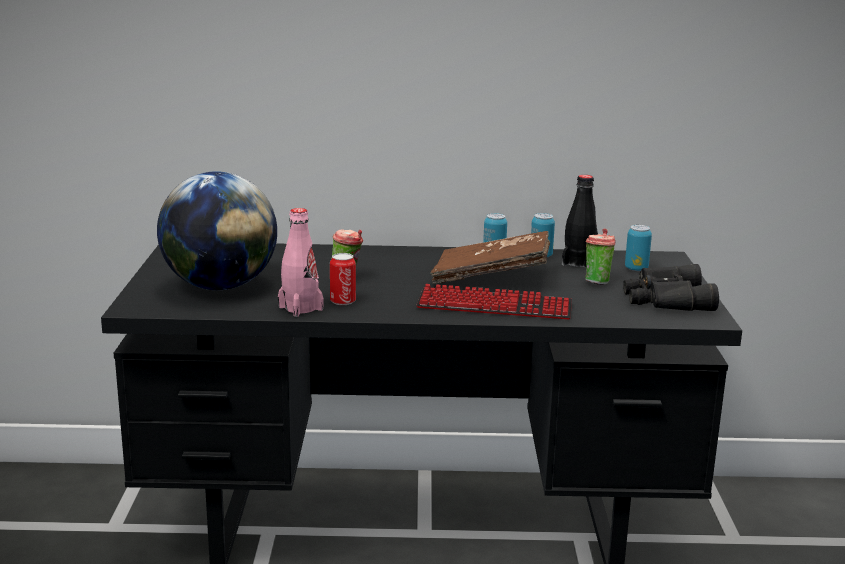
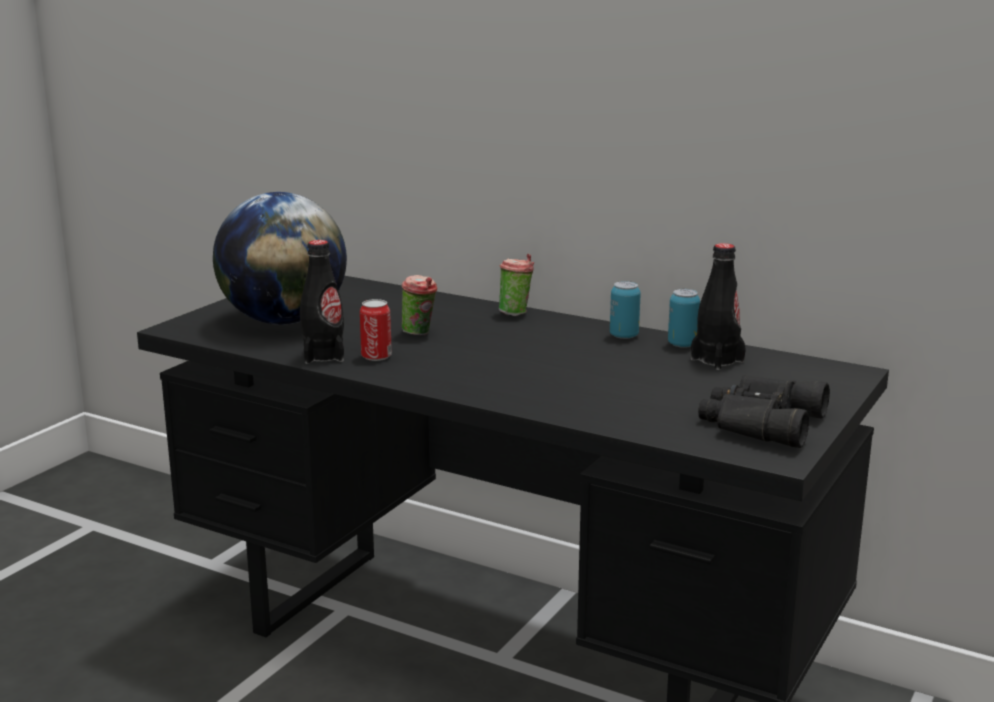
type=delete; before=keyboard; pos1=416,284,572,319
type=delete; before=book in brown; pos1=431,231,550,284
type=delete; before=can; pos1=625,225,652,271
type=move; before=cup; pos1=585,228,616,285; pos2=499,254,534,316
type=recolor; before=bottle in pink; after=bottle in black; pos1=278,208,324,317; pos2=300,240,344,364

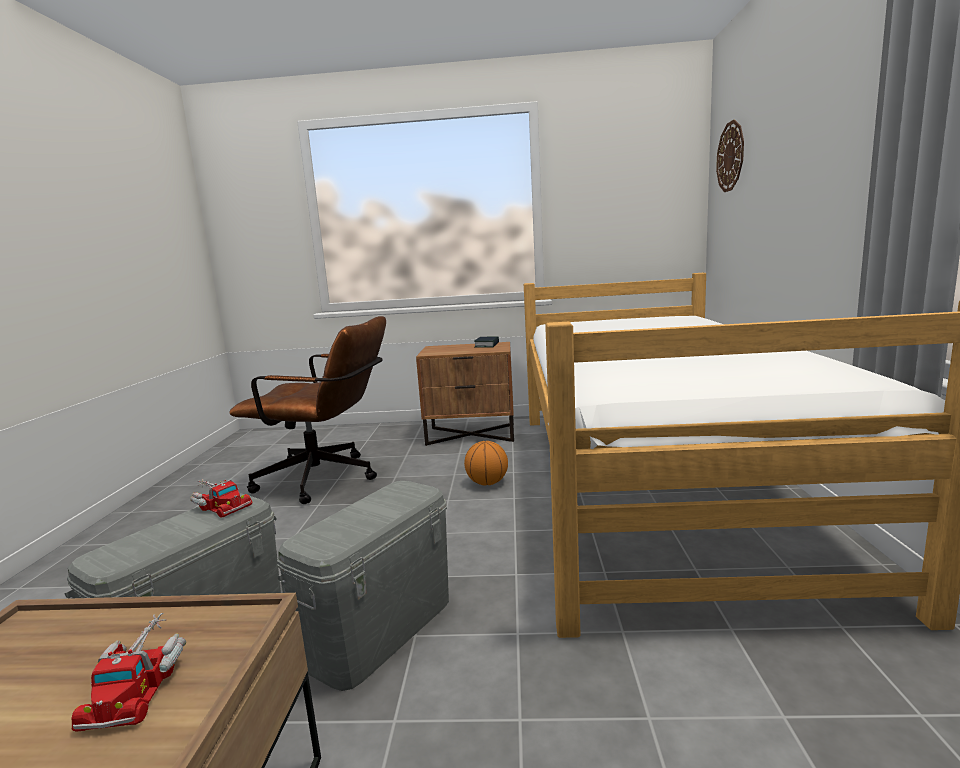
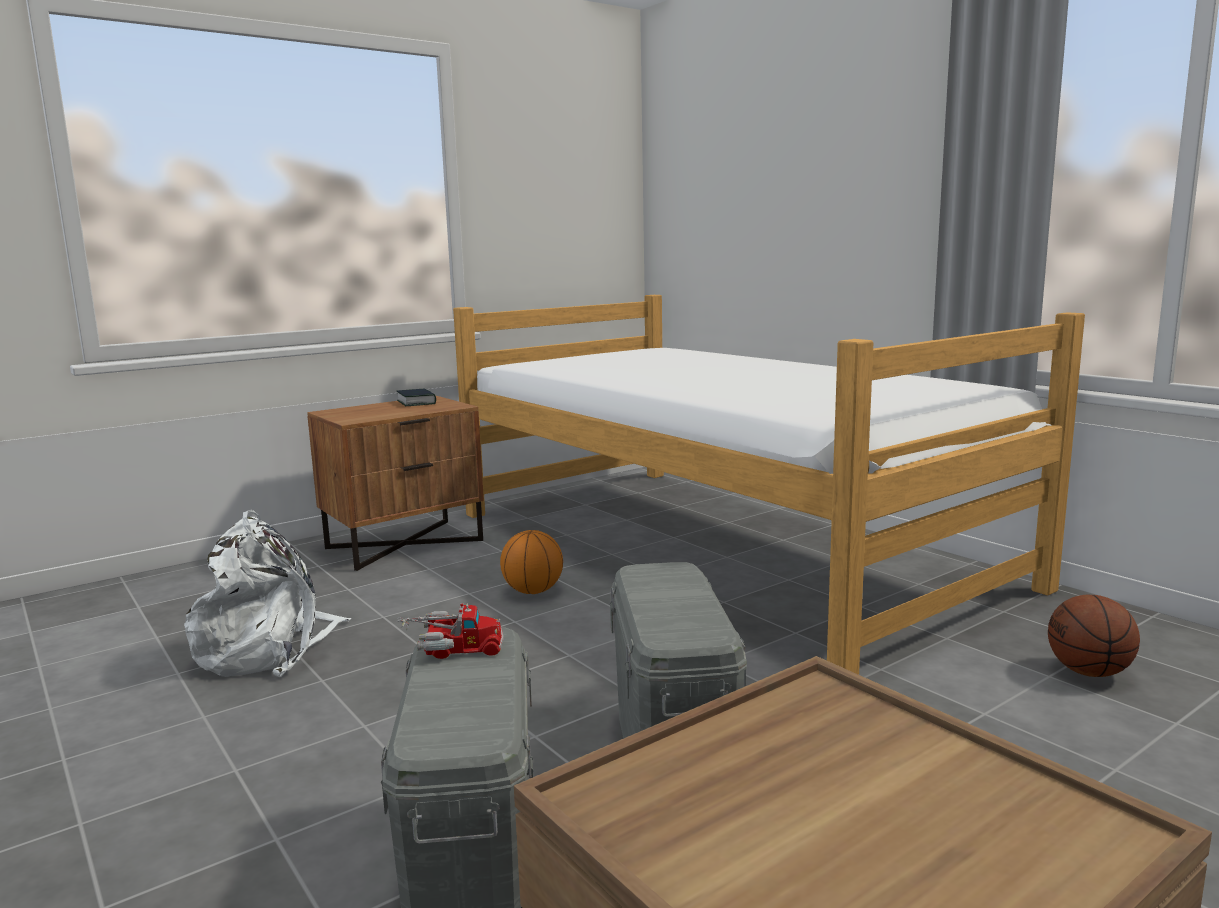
type=delete; before=toy truck; pos1=71,613,186,732
type=delete; before=wall clock; pos1=716,119,744,192
type=insert; after=basketball; pos2=1048,595,1140,677
type=replace; before=office chair in brown; after=backpack in white; pos1=229,316,386,504; pos2=184,510,352,677

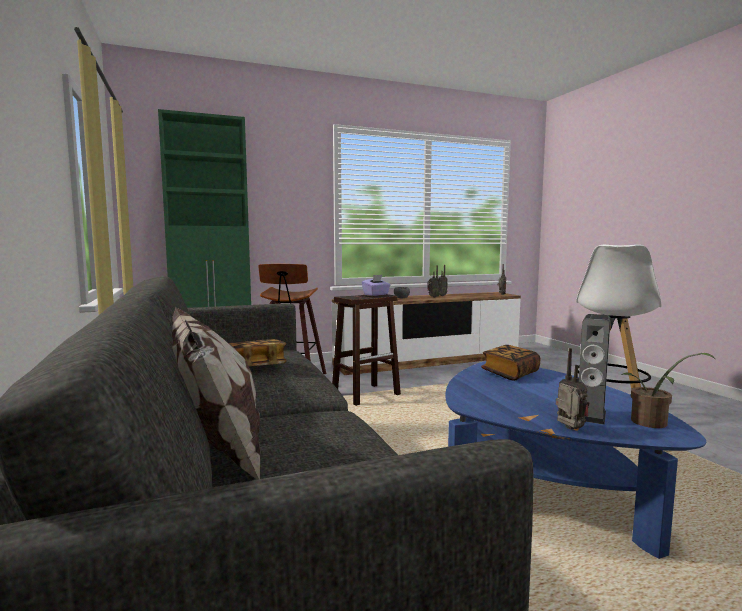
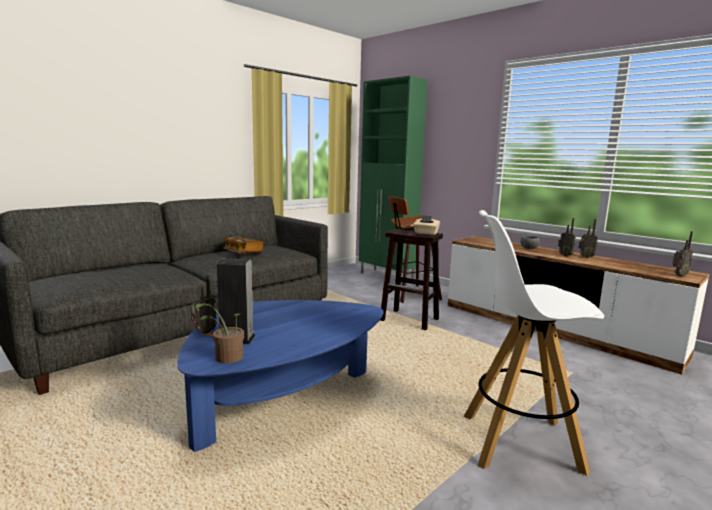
type=delete; before=pillow; pos1=172,307,260,480
type=delete; before=book; pos1=481,345,540,381
type=recolor; before=tissue box in purple; after=tissue box in beige; pos1=362,275,391,296; pos2=413,215,440,235

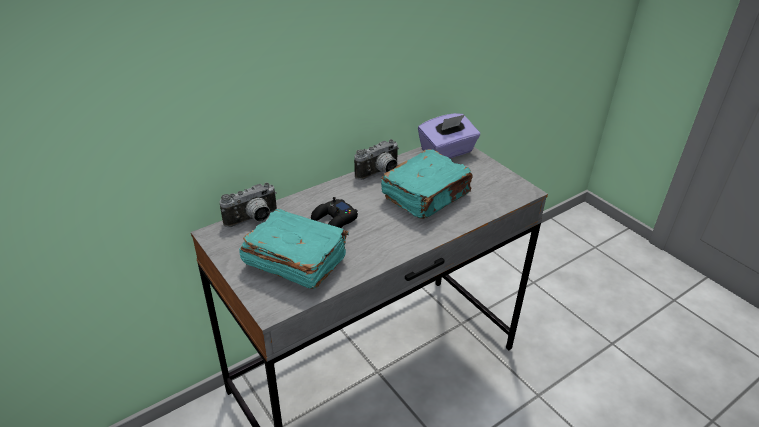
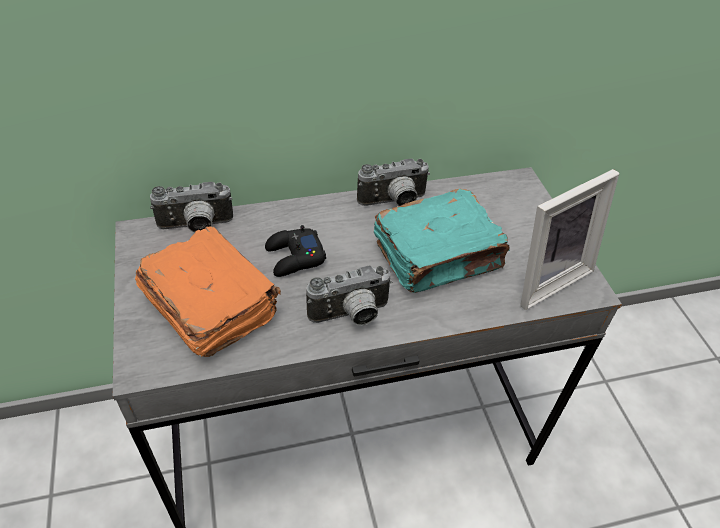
type=delete; before=tissue box in purple; pos1=418,113,480,159
type=insert; after=photo camera; pos2=306,265,393,326
type=insert; after=picture frame; pos2=520,169,619,310
type=recolor; before=book in turquoise; after=book in orange; pos1=239,209,349,289; pos2=135,227,281,357

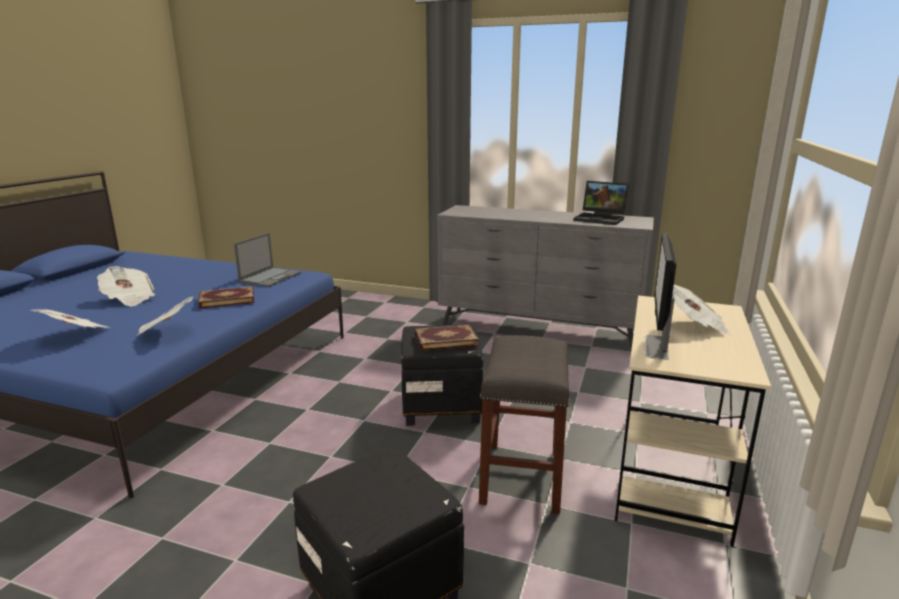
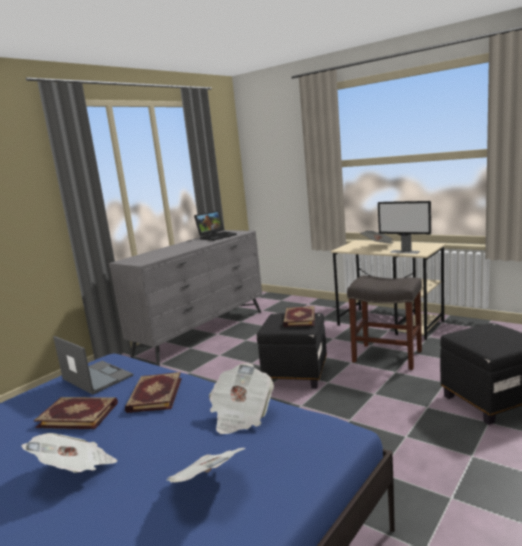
type=insert; after=book; pos2=34,397,118,429

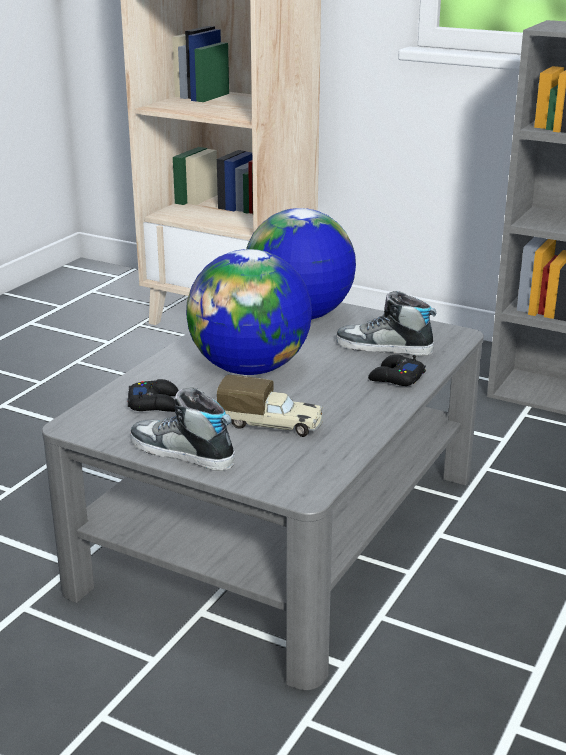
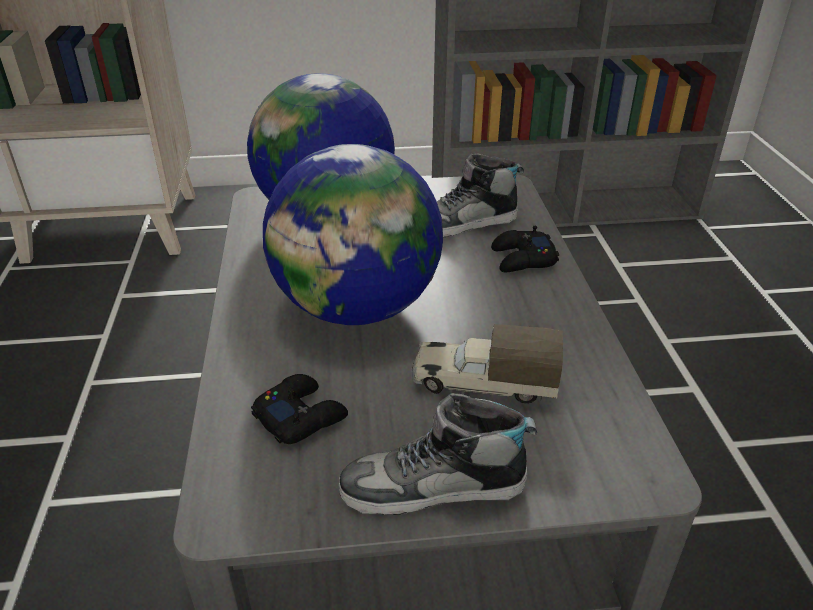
type=rotate; before=toy truck; pos1=217,375,323,437; pos2=411,324,563,404; turn=-150

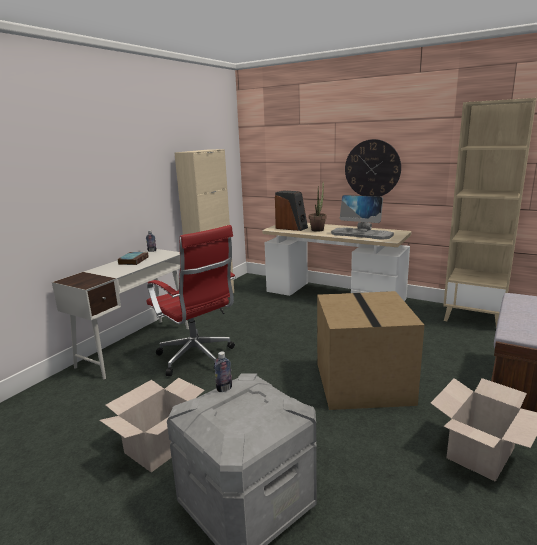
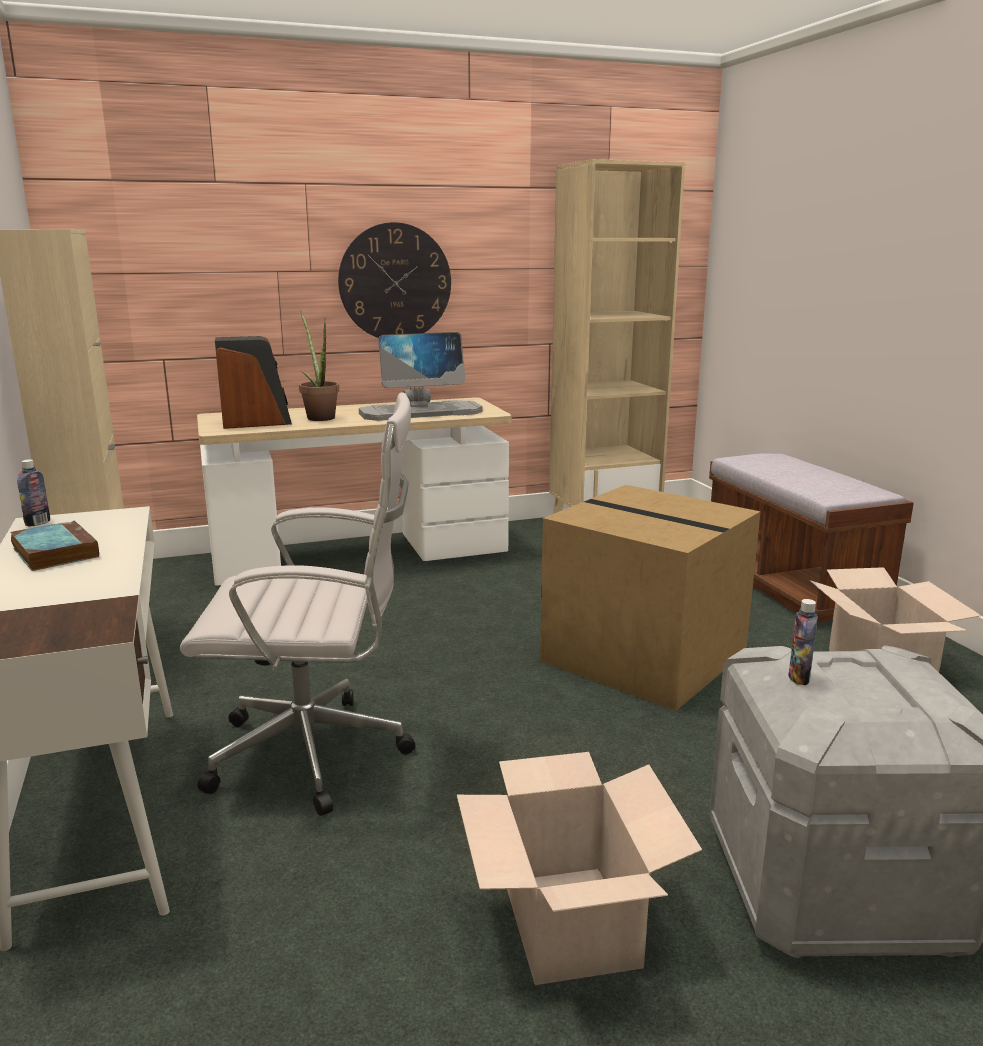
type=recolor; before=office chair in red; after=office chair in white; pos1=146,225,236,376; pos2=180,392,415,816

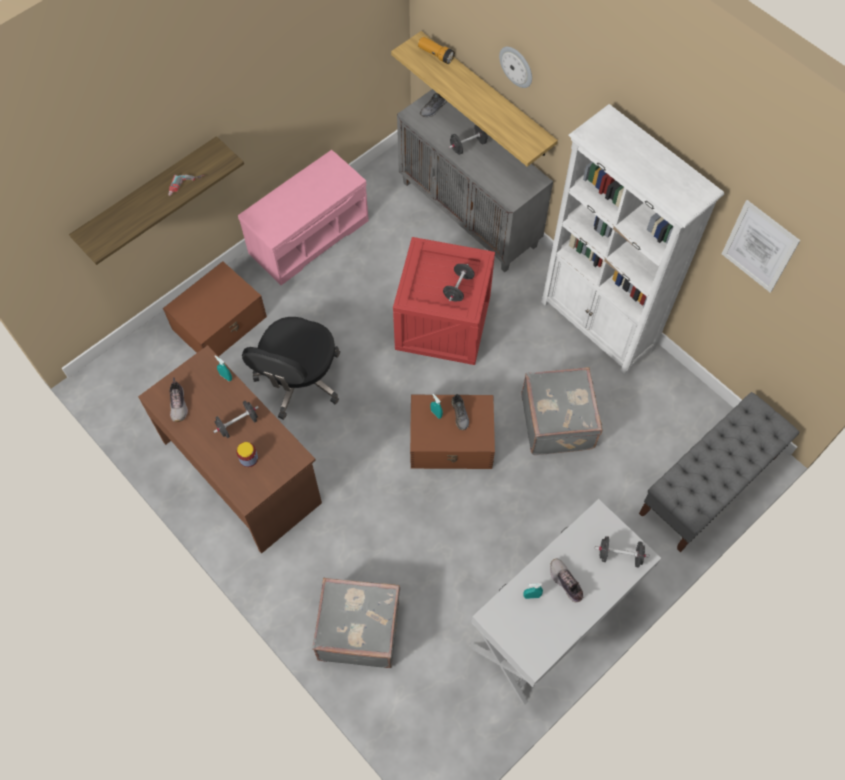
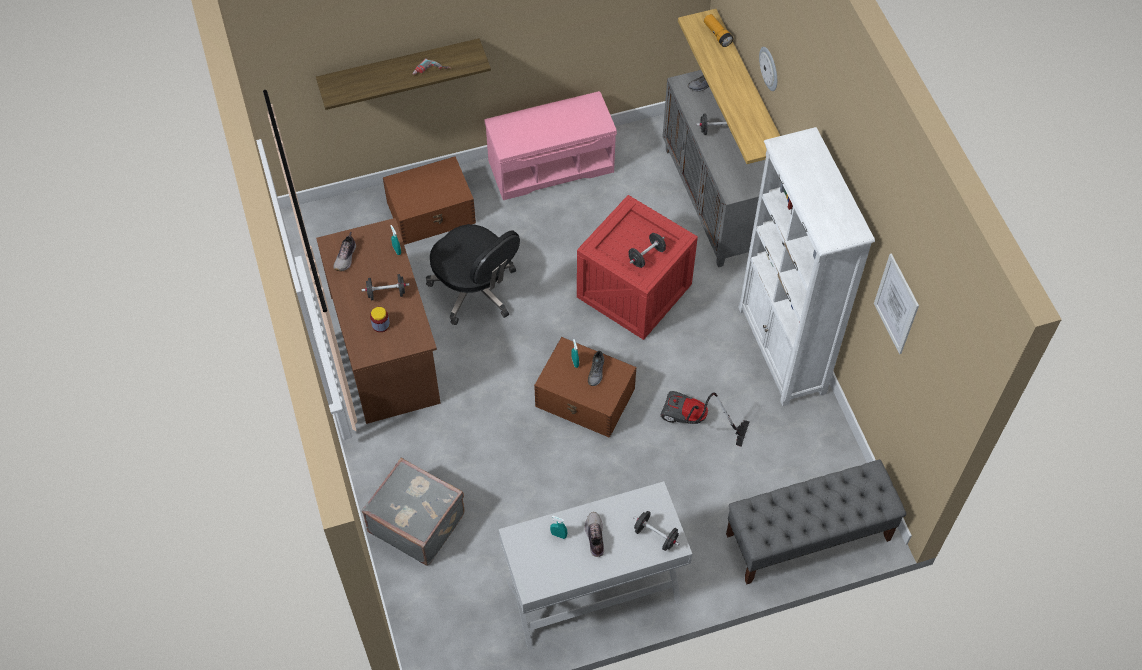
type=replace; before=suitcase in grey; after=vacuum cleaner; pos1=521,367,602,455; pos2=661,391,750,447
type=rotate; before=office chair in black; pos1=242,317,340,420; pos2=426,224,520,325; turn=-90

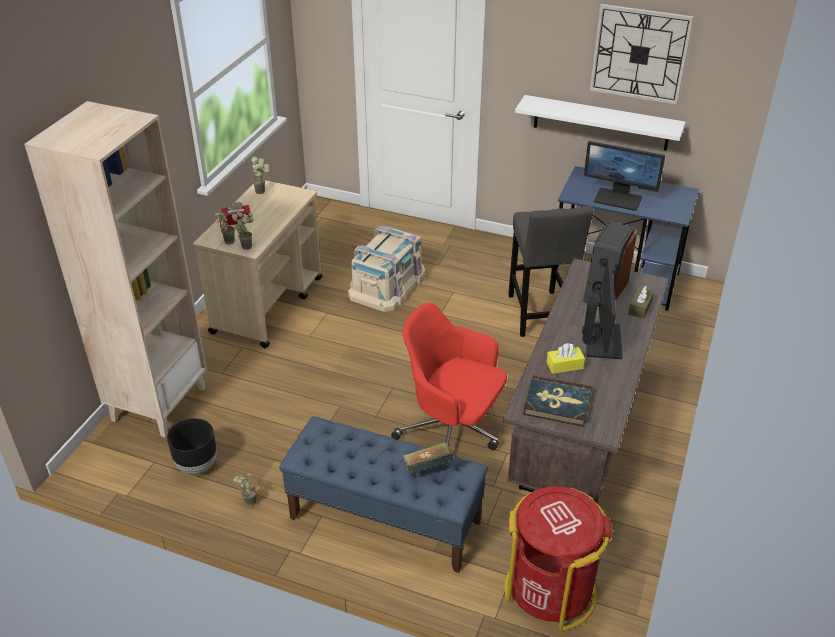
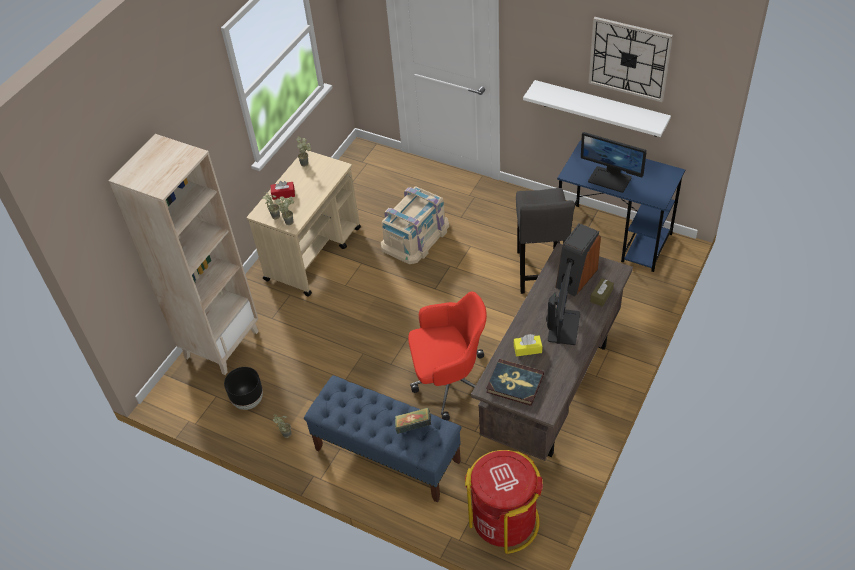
type=rotate; before=office chair in red; pos1=391,303,507,450; pos2=408,292,487,421; turn=135

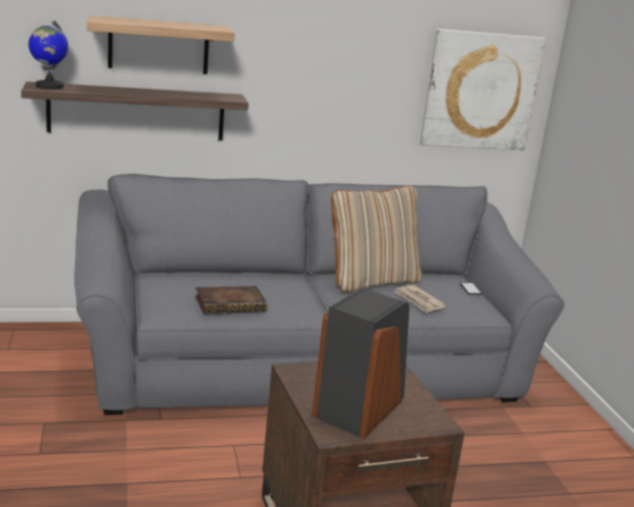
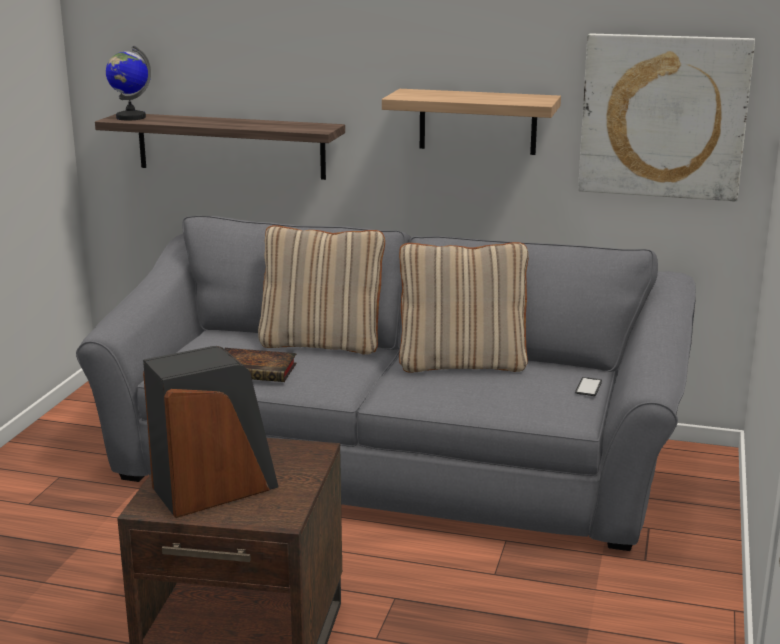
type=delete; before=newspaper; pos1=394,285,446,313
type=insert; after=pillow in beige; pos2=258,225,385,355
type=move; before=shelf; pos1=87,15,235,74; pos2=382,89,561,155

